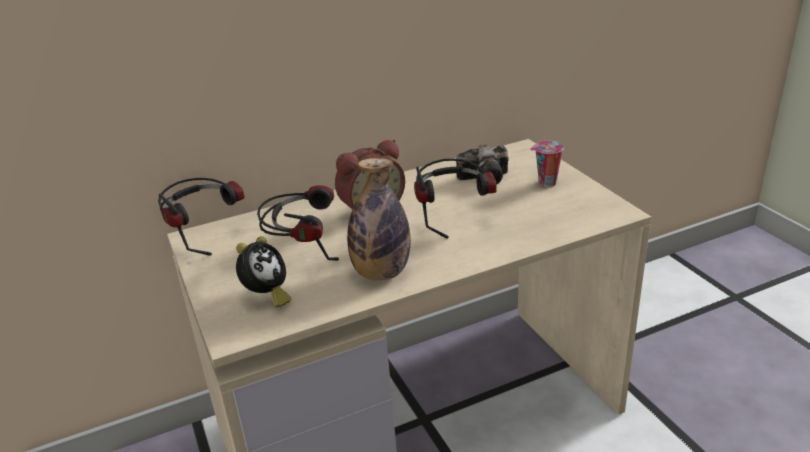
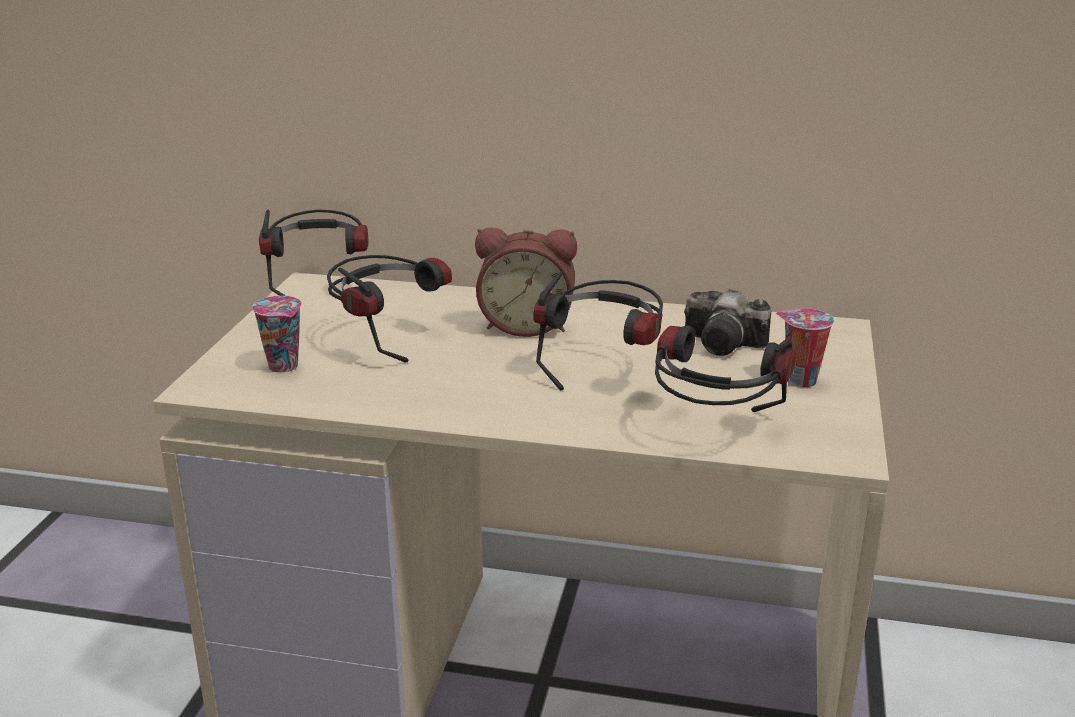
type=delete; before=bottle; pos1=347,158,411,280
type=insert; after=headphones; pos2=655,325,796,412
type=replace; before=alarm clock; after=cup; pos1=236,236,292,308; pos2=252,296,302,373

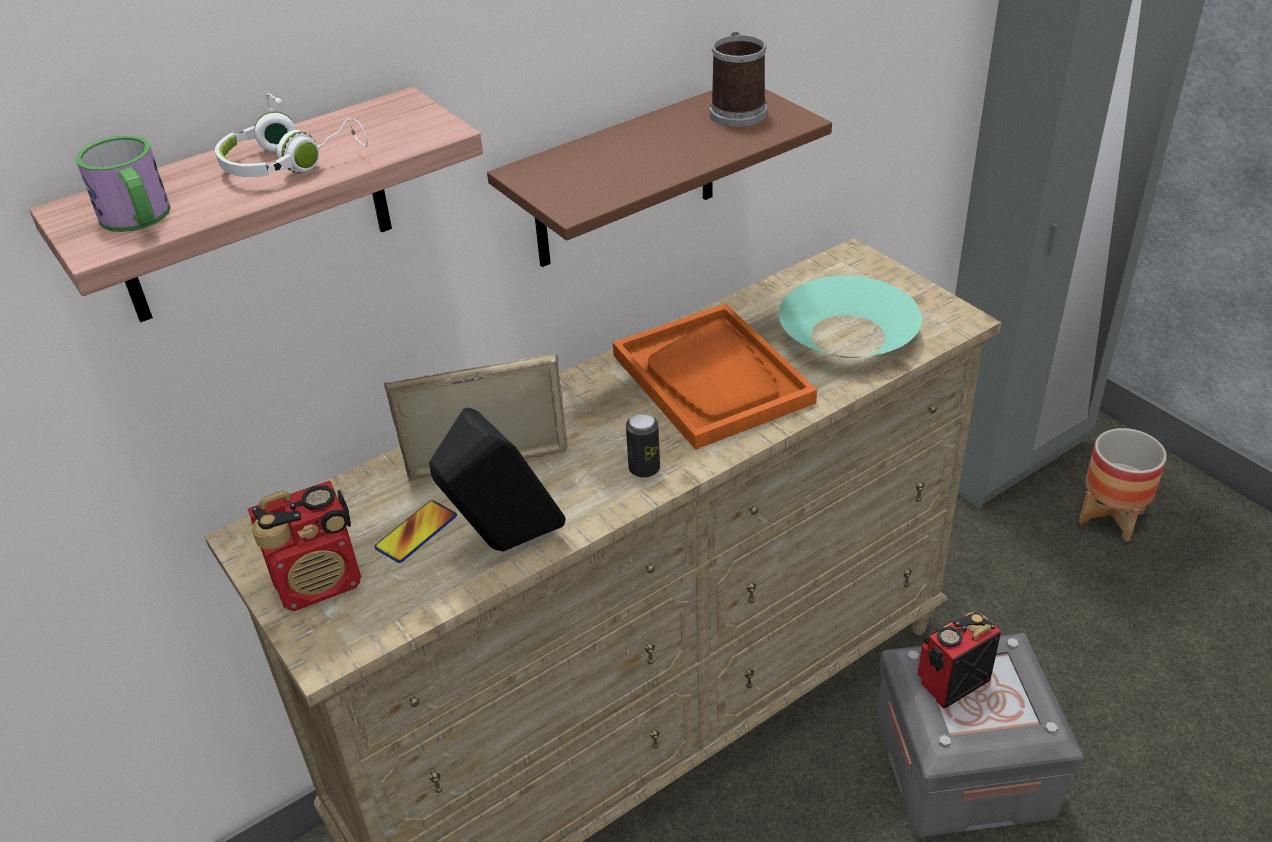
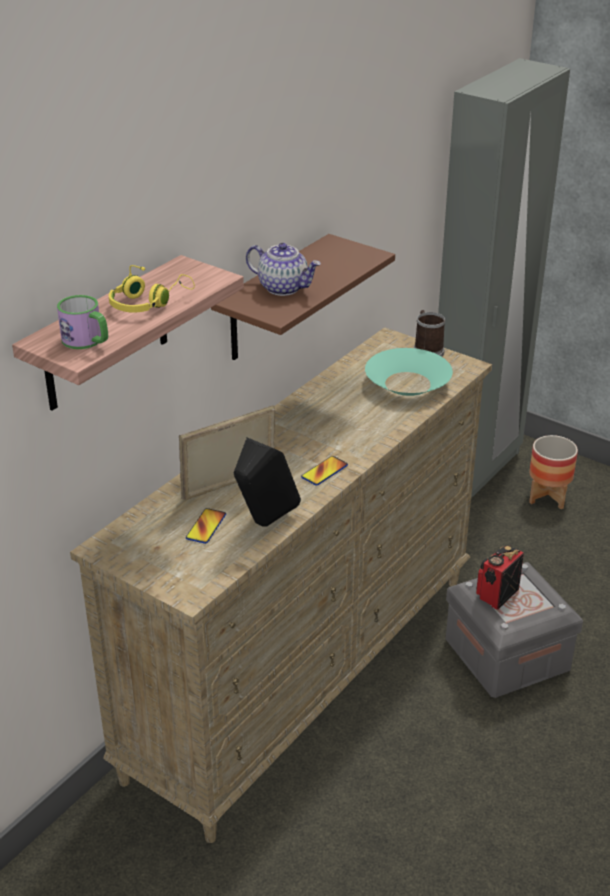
type=delete; before=radio; pos1=248,481,361,611
type=delete; before=tray in orange; pos1=613,304,817,450
type=insert; after=teapot; pos2=246,243,321,296
type=move; before=mug; pos1=710,32,767,127; pos2=414,310,445,357
type=replace; before=can; after=phone; pos1=626,413,660,478; pos2=301,456,348,486
type=recolor; before=headphones in white; after=headphones in yellow; pos1=215,93,368,177; pos2=109,265,195,313

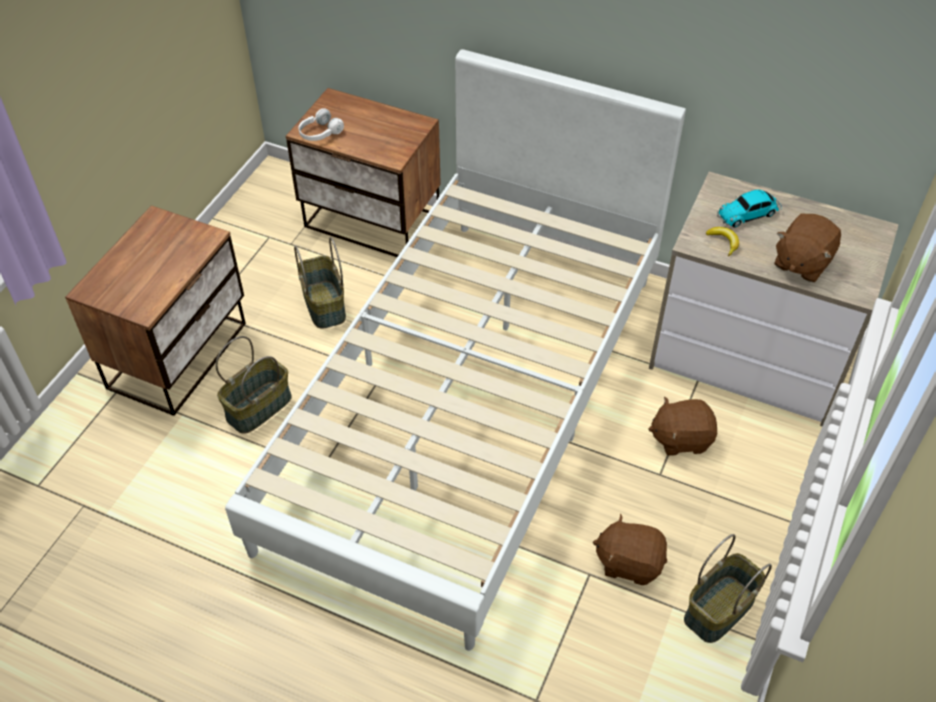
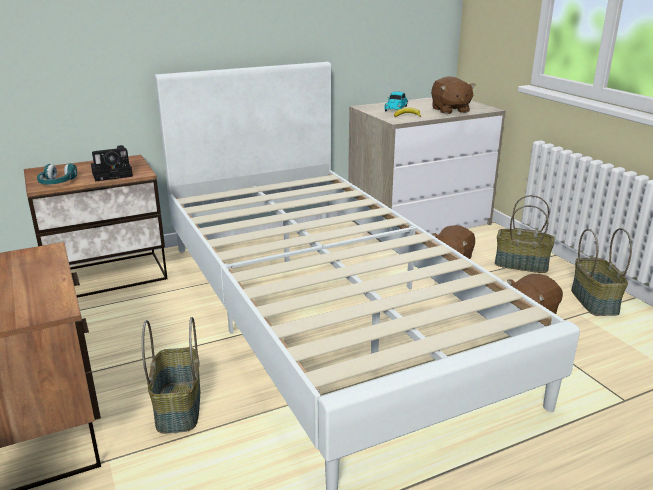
type=insert; after=photo camera; pos2=91,145,133,182
type=move; before=basket; pos1=294,237,346,329; pos2=495,195,555,273
type=recolor; before=headphones in white; after=headphones in turquoise; pos1=299,108,344,141; pos2=37,163,77,184

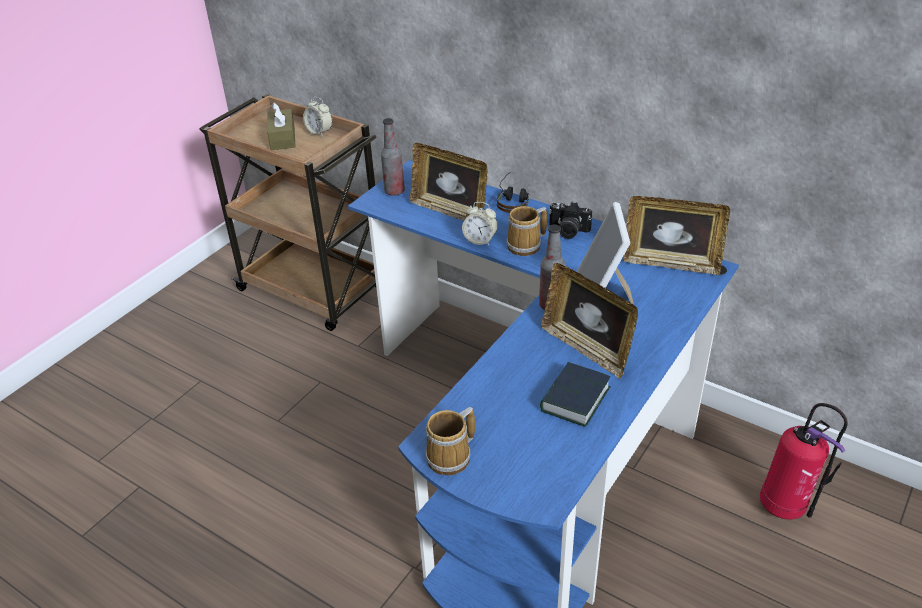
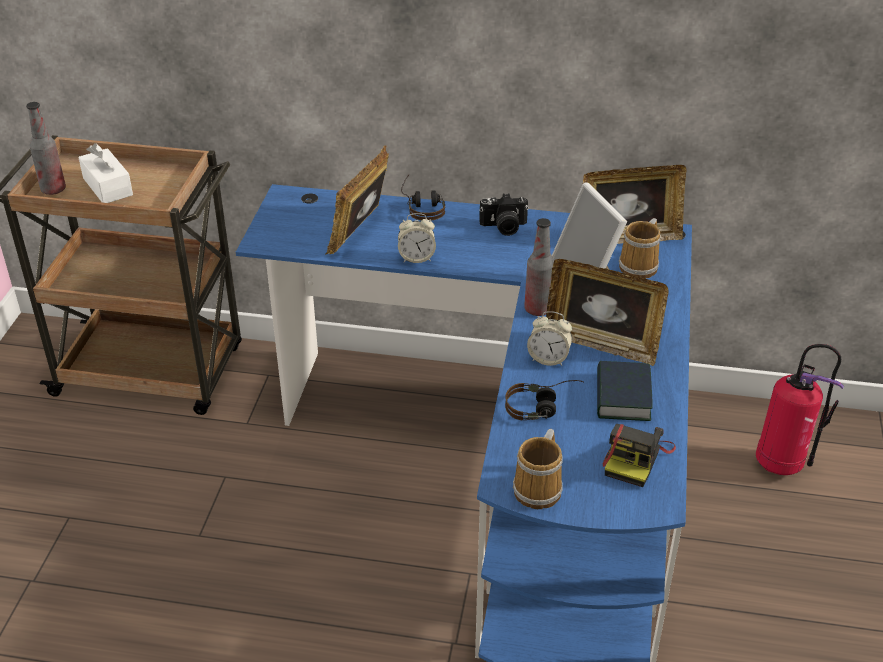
type=insert; after=headphones; pos2=505,380,583,421
type=insert; after=photo camera; pos2=603,424,676,487
type=move; before=alarm clock; pos1=303,97,332,137; pos2=527,311,572,366
type=move; before=bottle; pos1=381,118,405,196; pos2=26,102,66,195
type=move; before=mug; pos1=506,206,547,256; pos2=619,218,661,279
type=recolor; before=tissue box in brown; after=tissue box in white; pos1=267,102,295,150; pos2=78,143,133,203
type=rotate; before=picture frame; pos1=410,143,488,221; pos2=326,145,389,254; turn=105

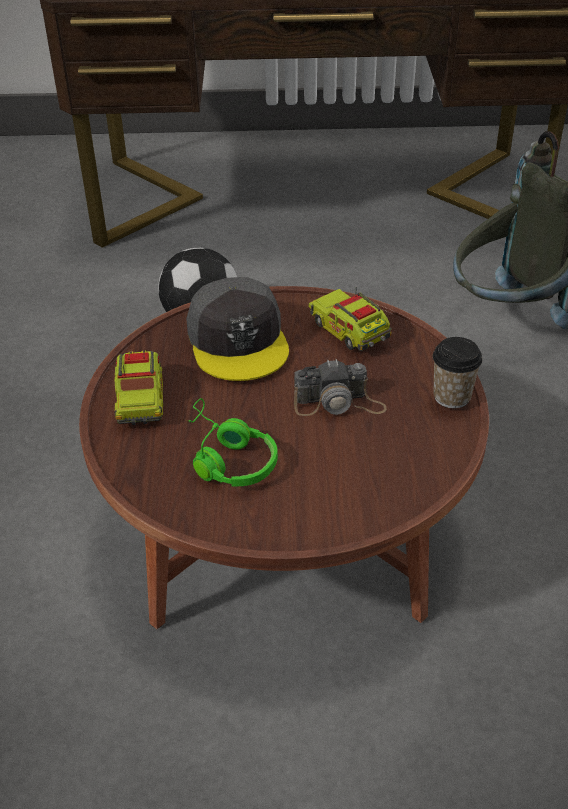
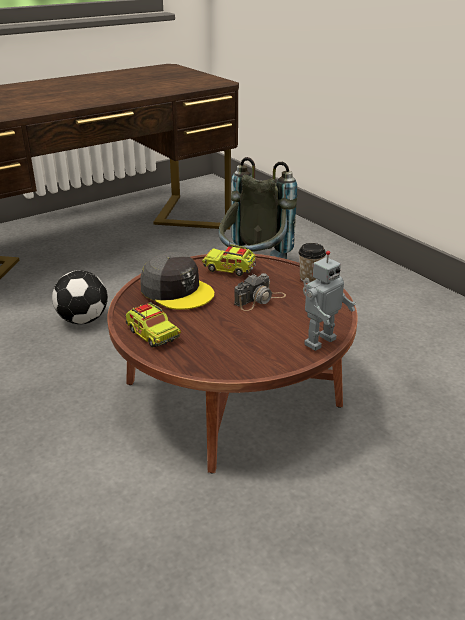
type=delete; before=headphones in green; pos1=187,398,278,487
type=insert; after=toy robot; pos2=303,251,356,351

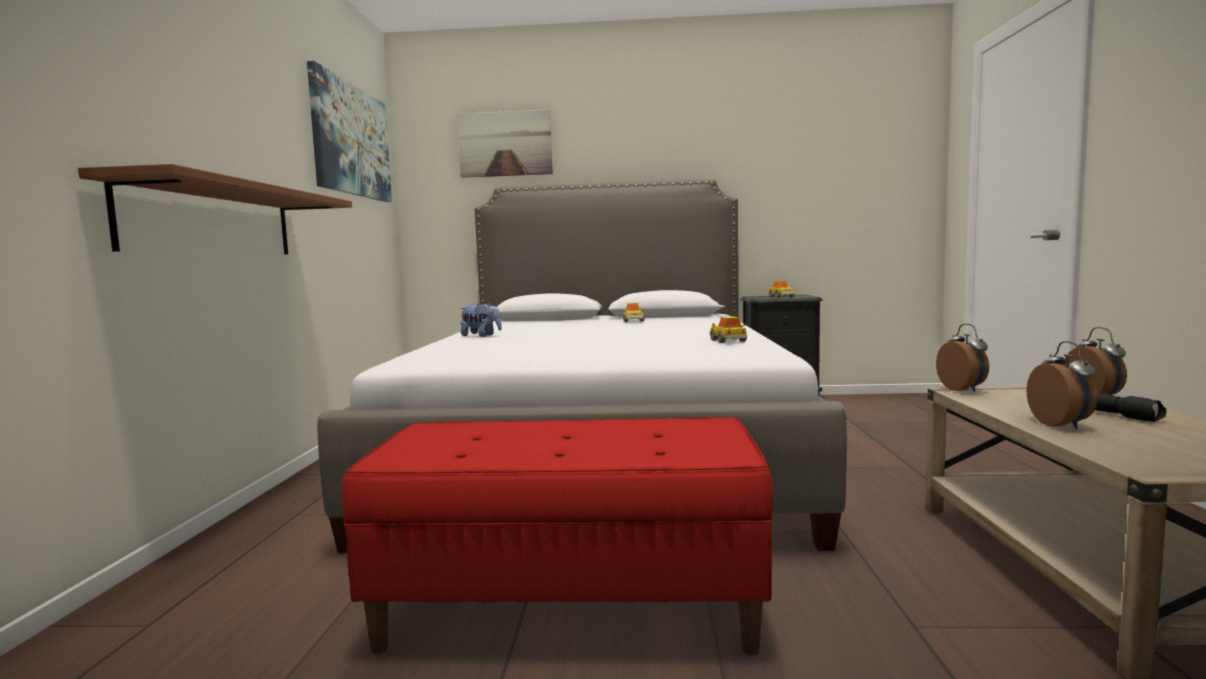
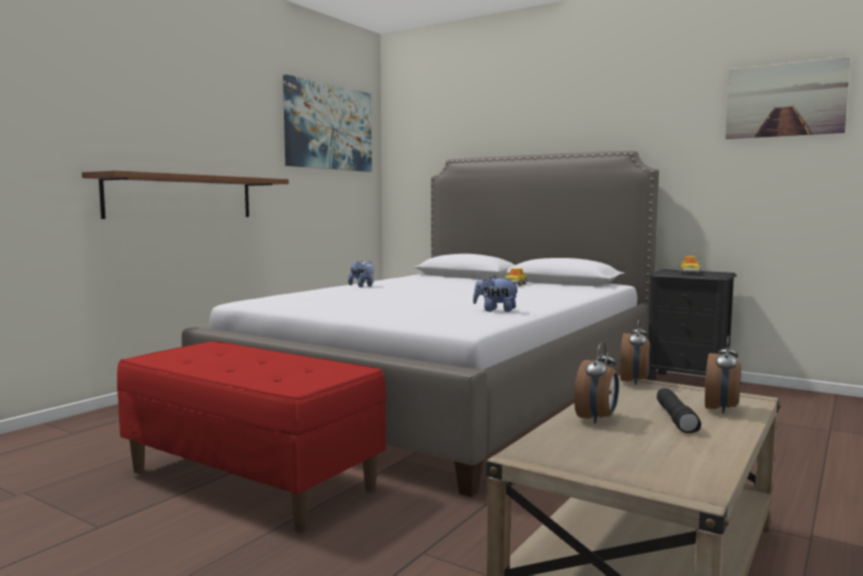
type=move; before=picture; pos1=457,110,553,178; pos2=725,56,850,139
type=replace; before=toy car; after=plush toy; pos1=710,316,747,343; pos2=473,276,519,312

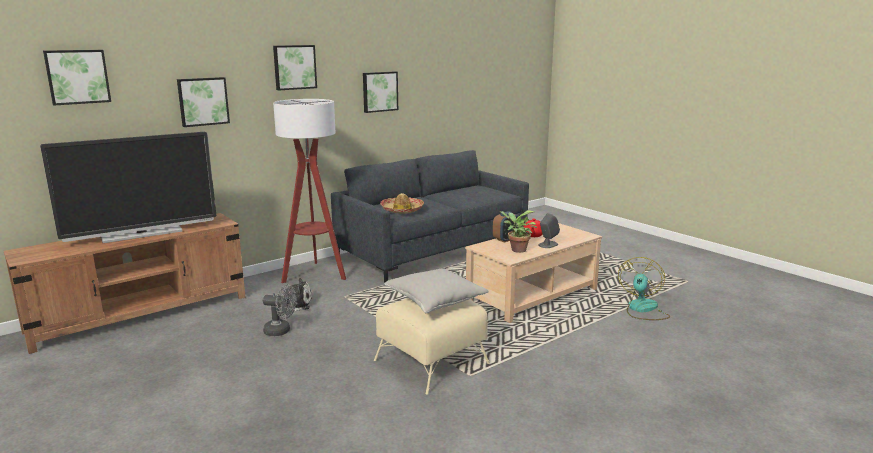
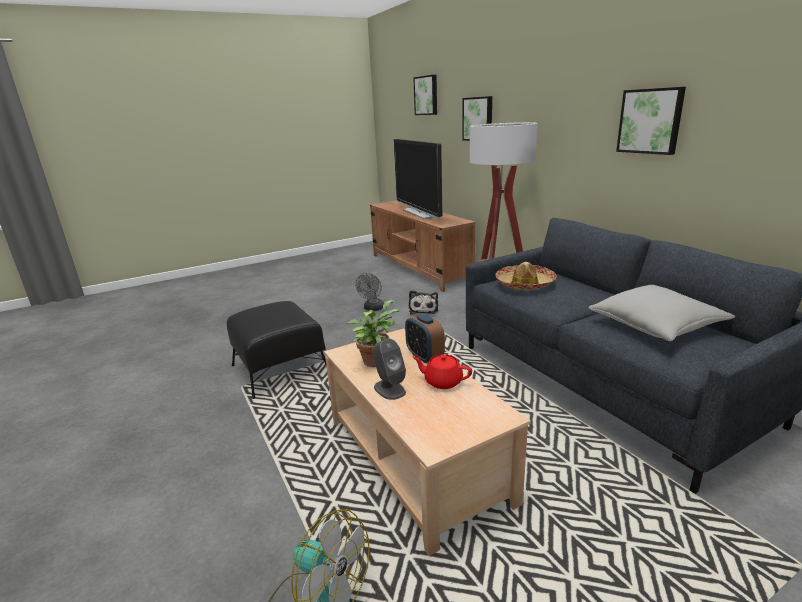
type=delete; before=picture; pos1=273,45,317,90
type=move; before=pillow in grey; pos1=384,268,489,313; pos2=588,285,735,341
type=recolor; before=ottoman in beige; after=ottoman in black; pos1=374,298,490,395; pos2=227,301,327,399

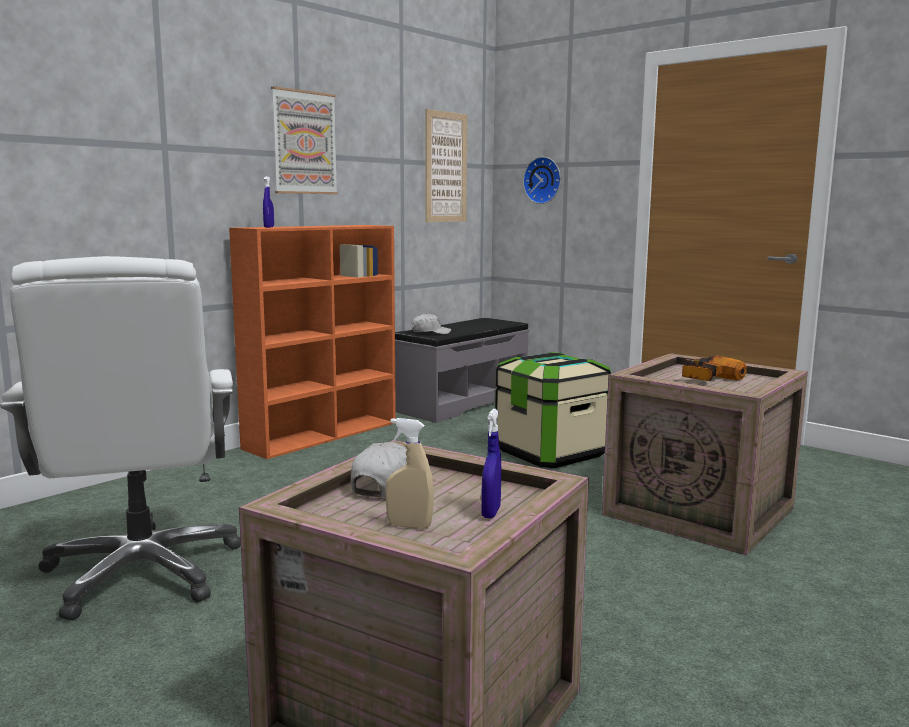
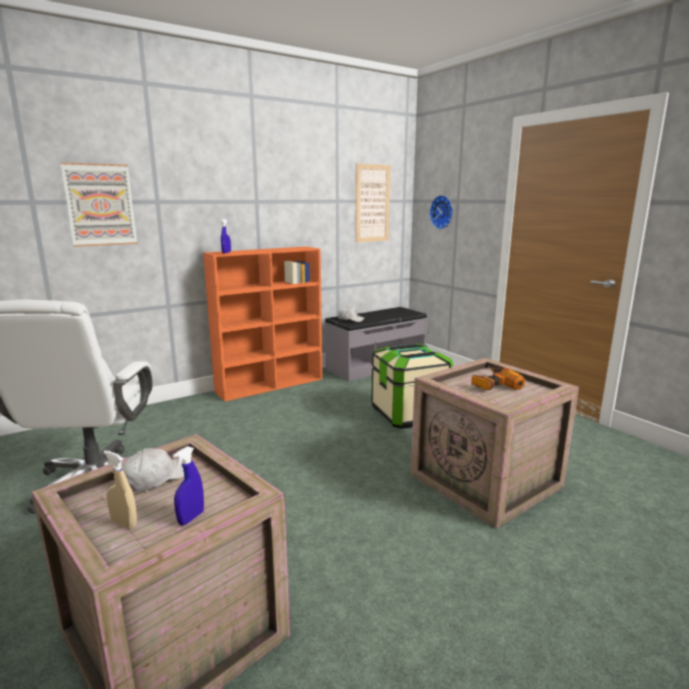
type=move; before=picture; pos1=271,86,338,194; pos2=60,162,138,247

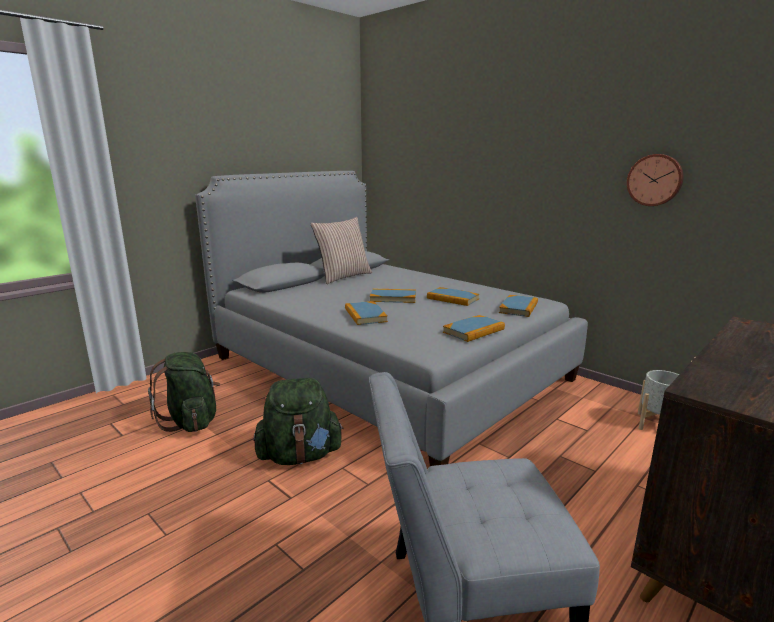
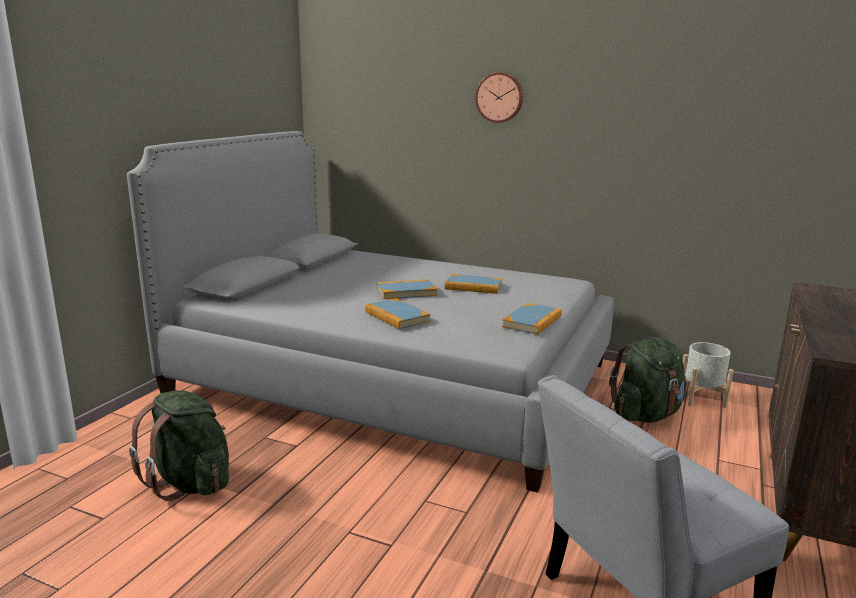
type=delete; before=pillow; pos1=310,217,372,284
type=delete; before=book; pos1=499,295,538,317
type=move; before=backpack in green; pos1=253,378,344,465; pos2=609,337,687,423
type=move; before=wall clock; pos1=627,154,683,206; pos2=475,72,523,123

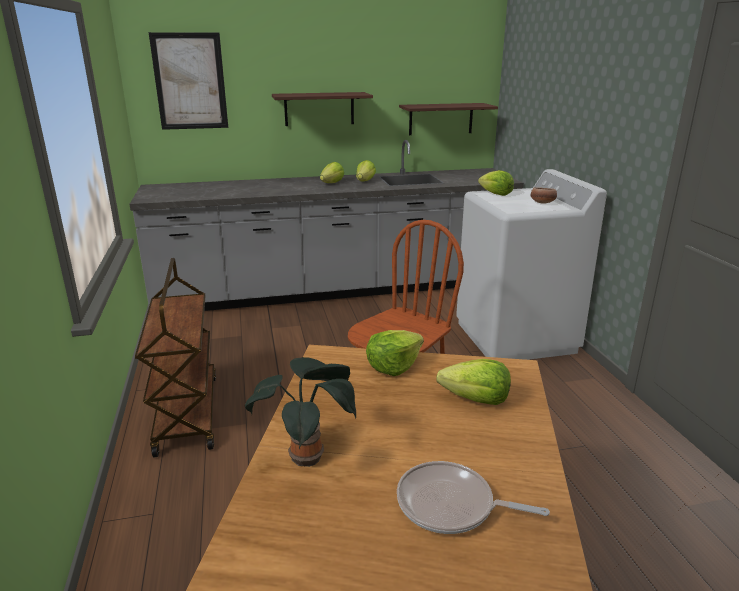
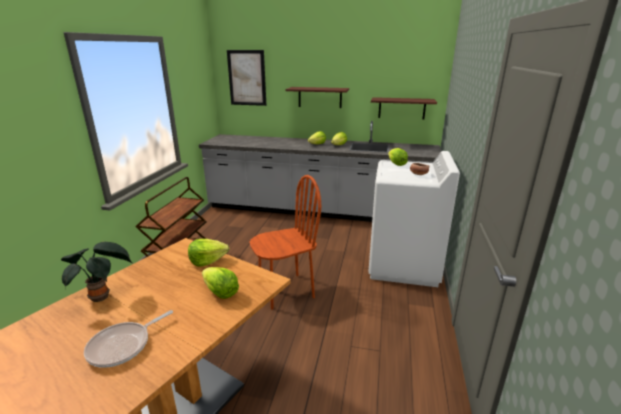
type=rotate; before=frying pan; pos1=397,461,550,534; pos2=84,310,173,368; turn=-90

